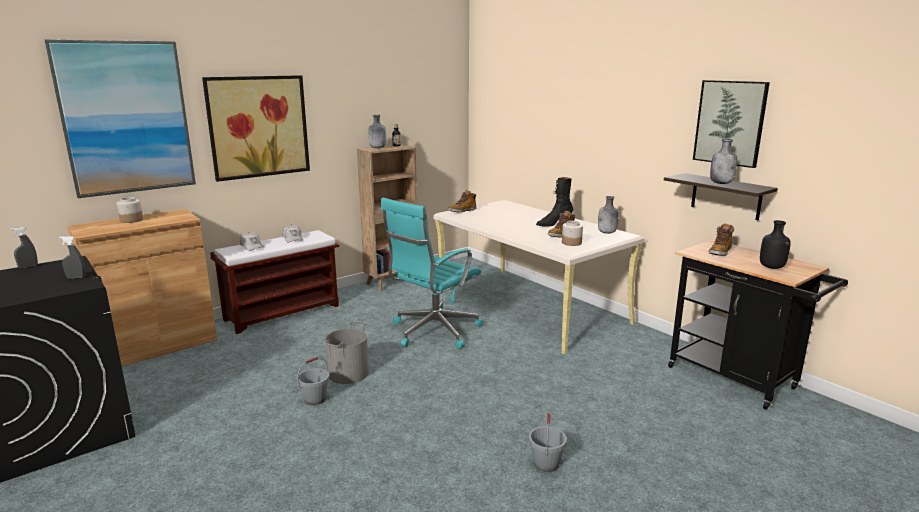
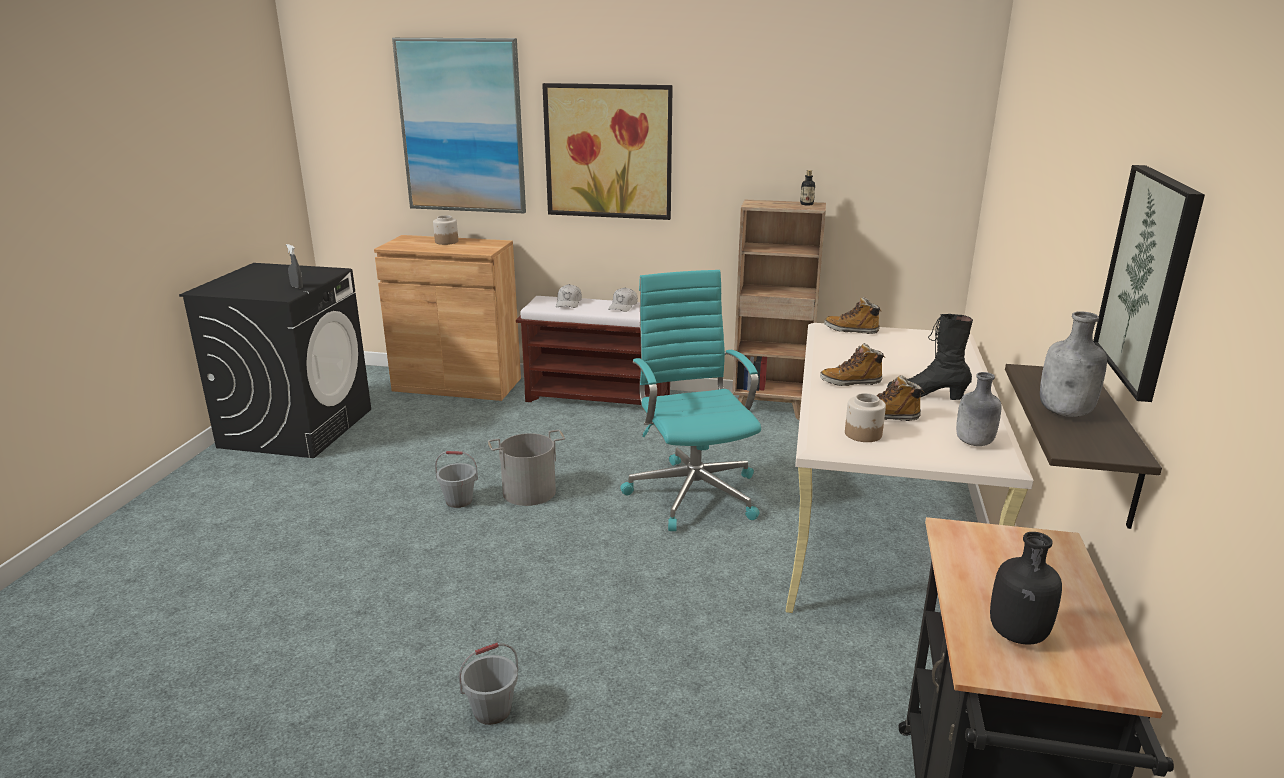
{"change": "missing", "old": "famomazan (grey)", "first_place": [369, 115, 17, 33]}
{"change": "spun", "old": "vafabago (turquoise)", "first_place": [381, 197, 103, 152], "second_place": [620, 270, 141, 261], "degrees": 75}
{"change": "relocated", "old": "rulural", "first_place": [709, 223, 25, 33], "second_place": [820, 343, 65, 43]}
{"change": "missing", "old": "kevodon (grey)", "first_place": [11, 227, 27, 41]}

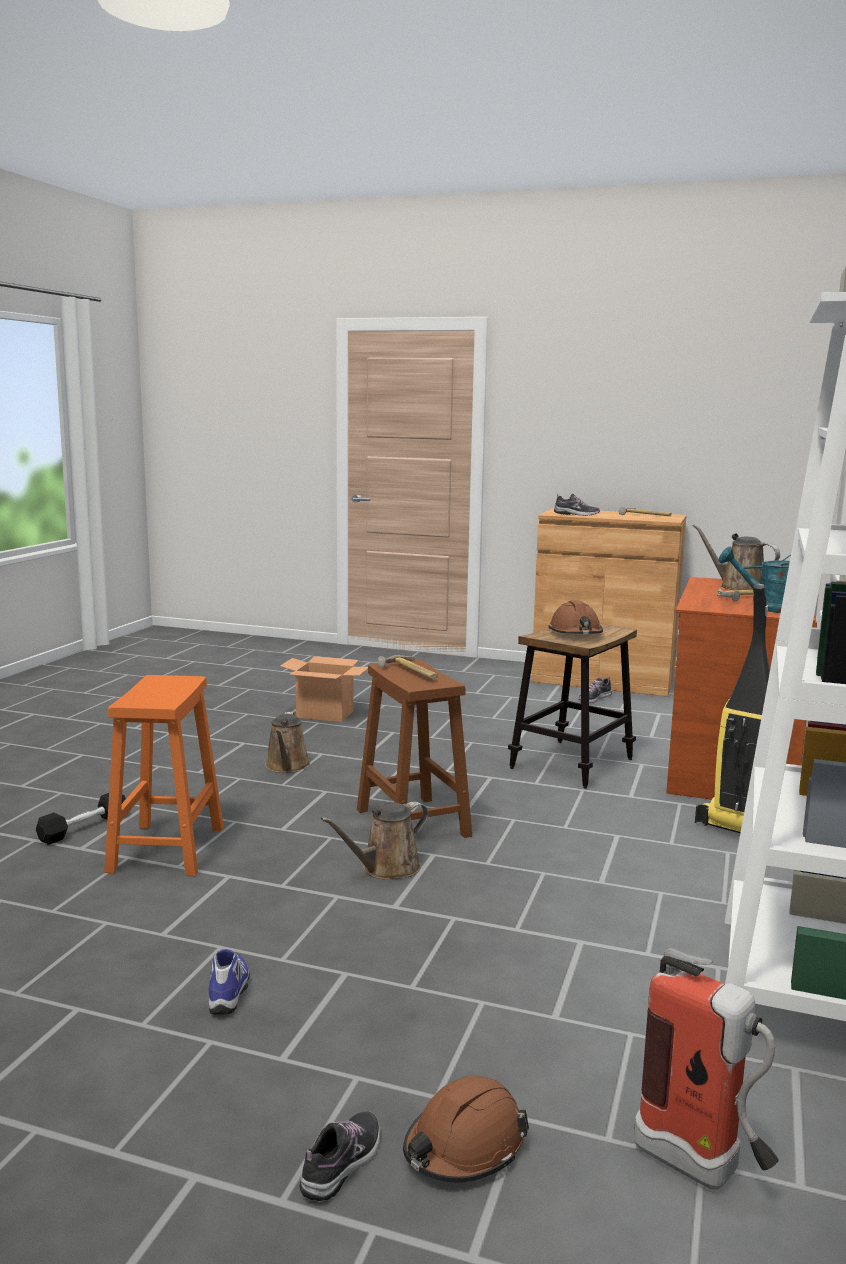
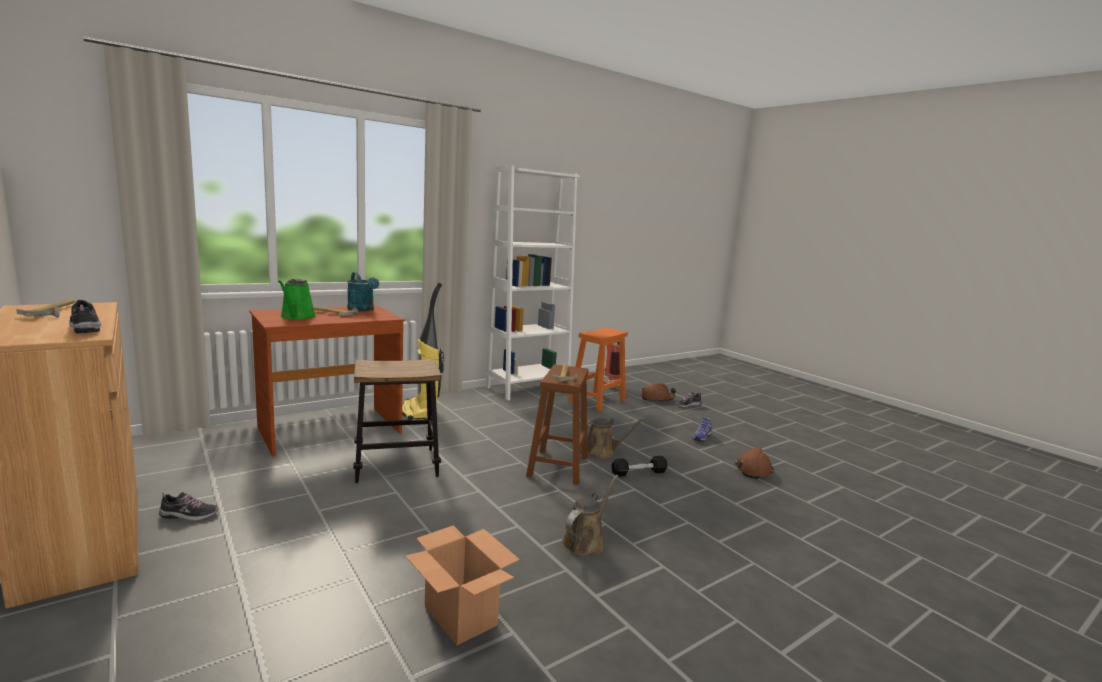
{"change": "colour", "old": "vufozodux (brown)", "new": "vufozodux (green)", "first_place": [693, 524, 87, 66], "second_place": [278, 279, 38, 41]}
{"change": "relocated", "old": "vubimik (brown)", "first_place": [549, 600, 54, 34], "second_place": [735, 447, 38, 32]}
{"change": "relocated", "old": "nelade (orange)", "first_place": [104, 675, 120, 201], "second_place": [569, 327, 59, 85]}
{"change": "relocated", "old": "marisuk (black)", "first_place": [36, 793, 90, 52], "second_place": [611, 456, 56, 21]}

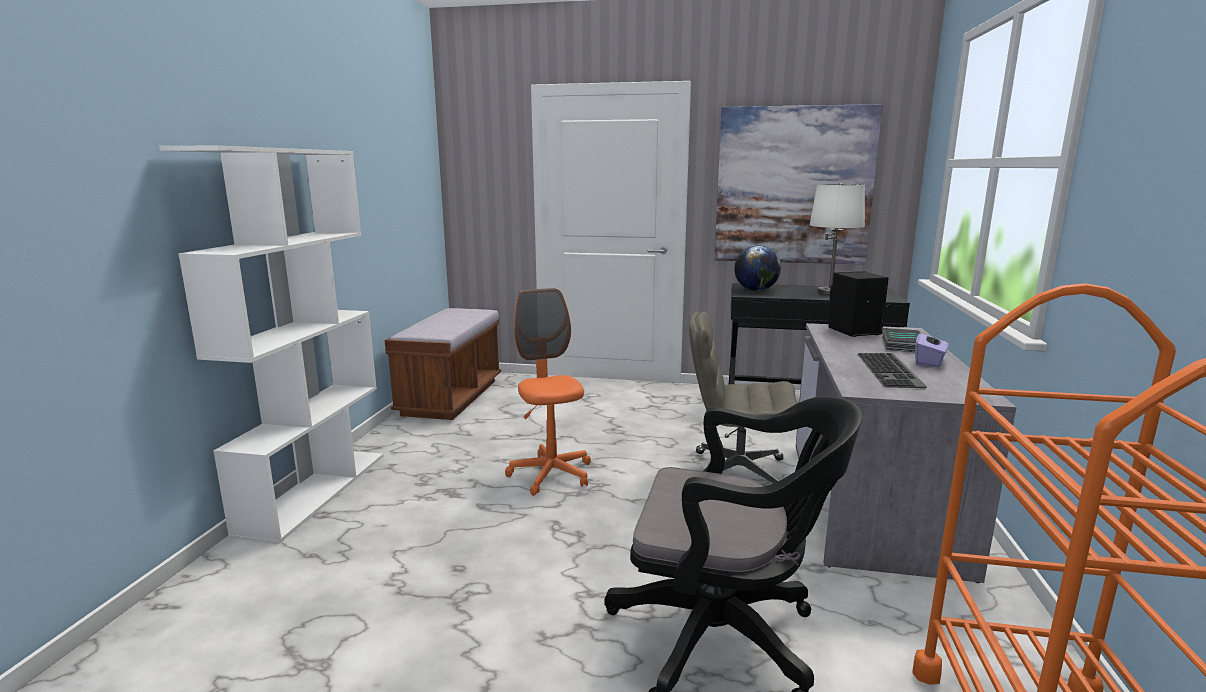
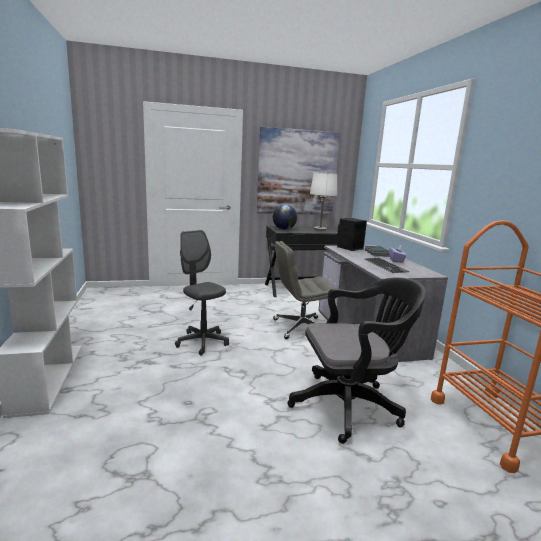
{"change": "colour", "old": "vafabago (orange)", "new": "vafabago (grey)", "first_place": [505, 288, 86, 208], "second_place": [175, 230, 54, 126]}
{"change": "missing", "old": "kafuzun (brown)", "first_place": [385, 308, 116, 112]}

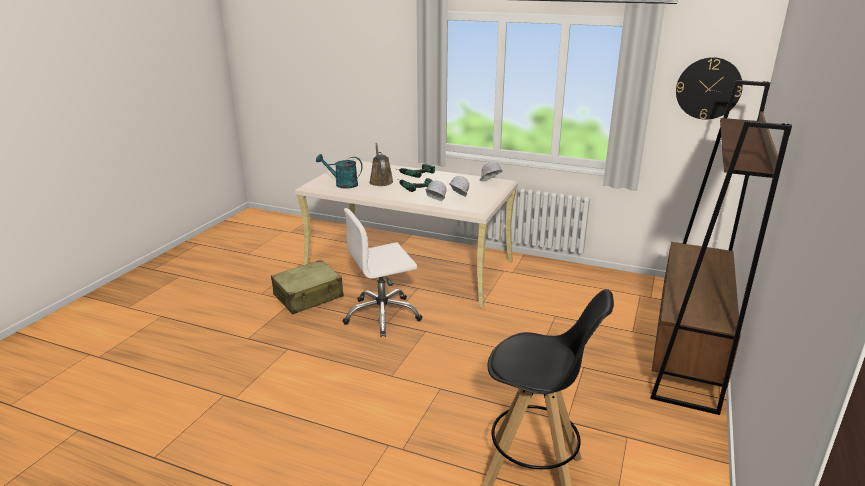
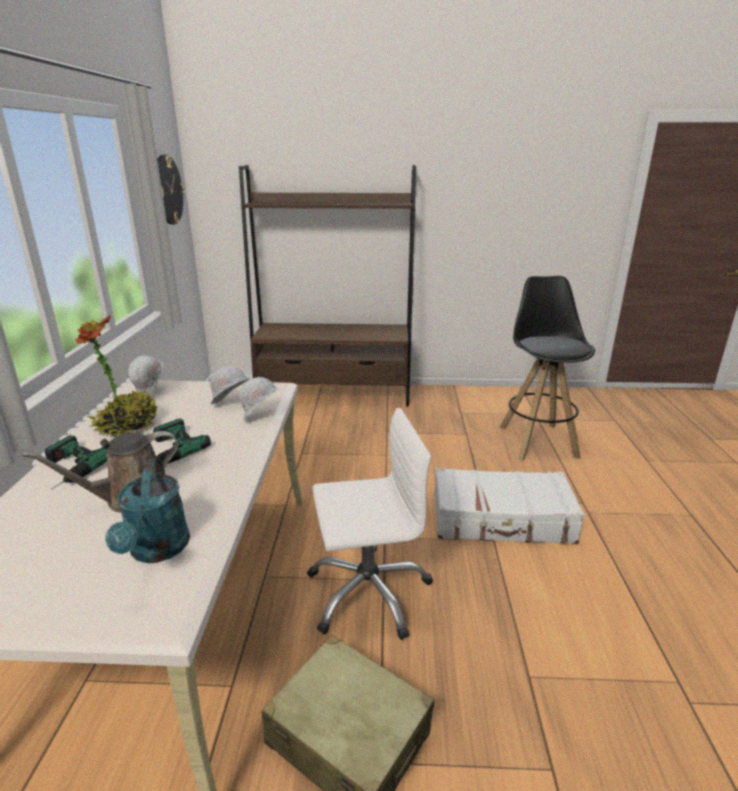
{"change": "spun", "old": "vafabago (white)", "first_place": [342, 208, 80, 129], "second_place": [307, 408, 126, 232], "degrees": -60}
{"change": "appeared", "new": "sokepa", "second_place": [75, 314, 82, 123]}
{"change": "appeared", "new": "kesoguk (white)", "second_place": [434, 468, 151, 76]}

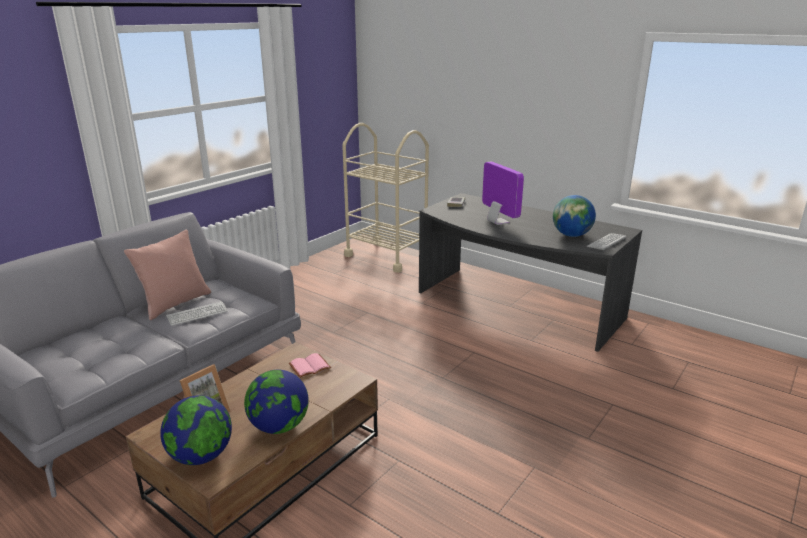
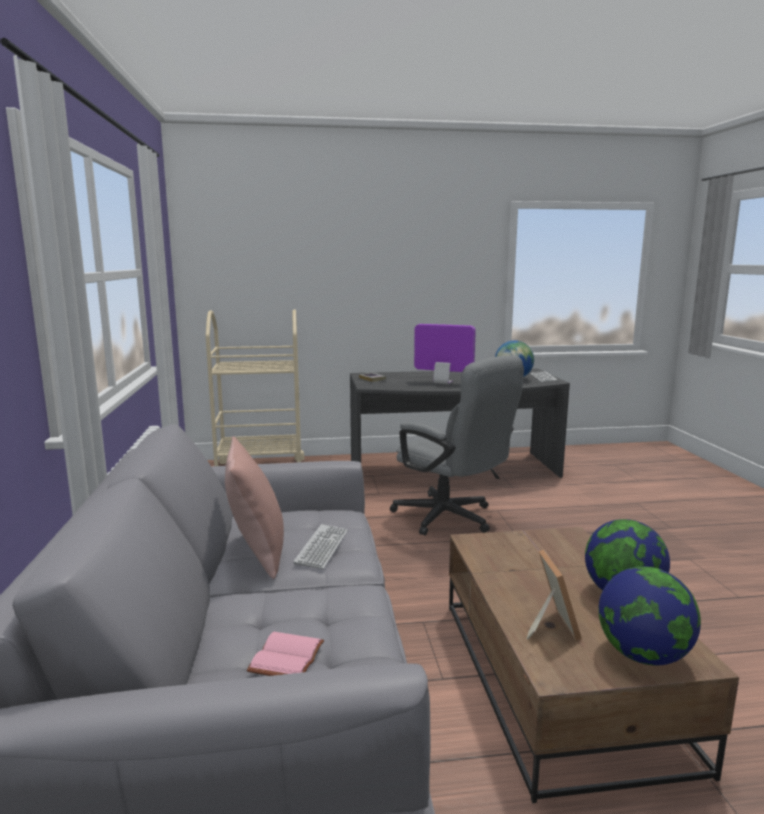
{"change": "relocated", "old": "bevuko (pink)", "first_place": [289, 353, 42, 25], "second_place": [247, 631, 77, 45]}
{"change": "appeared", "new": "vafabago (grey)", "second_place": [390, 355, 134, 181]}

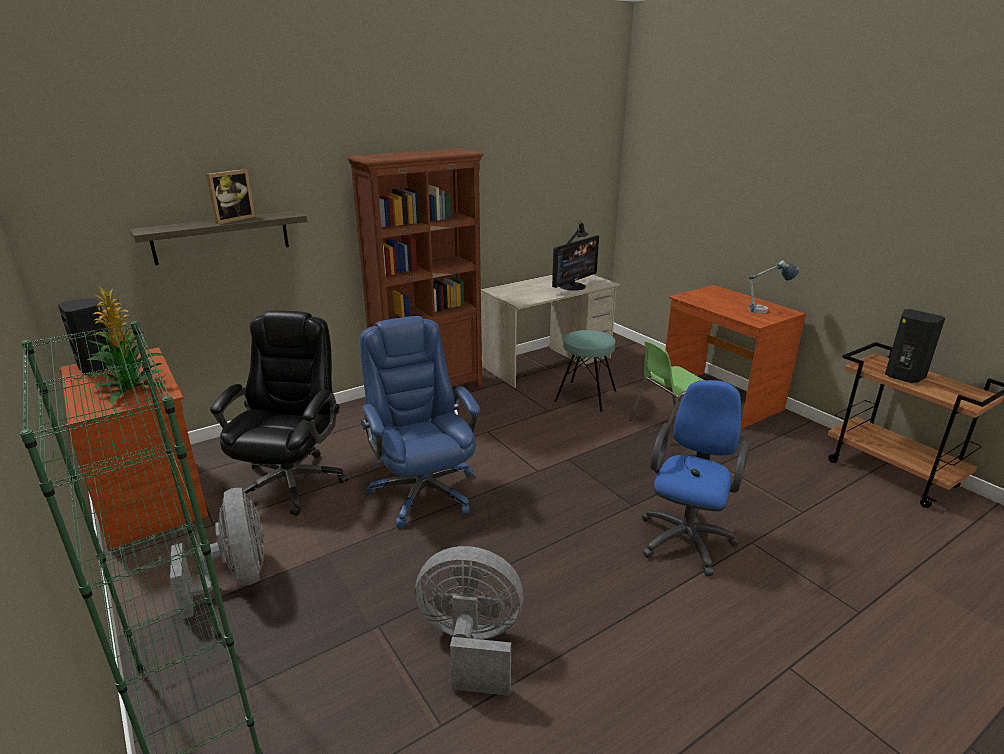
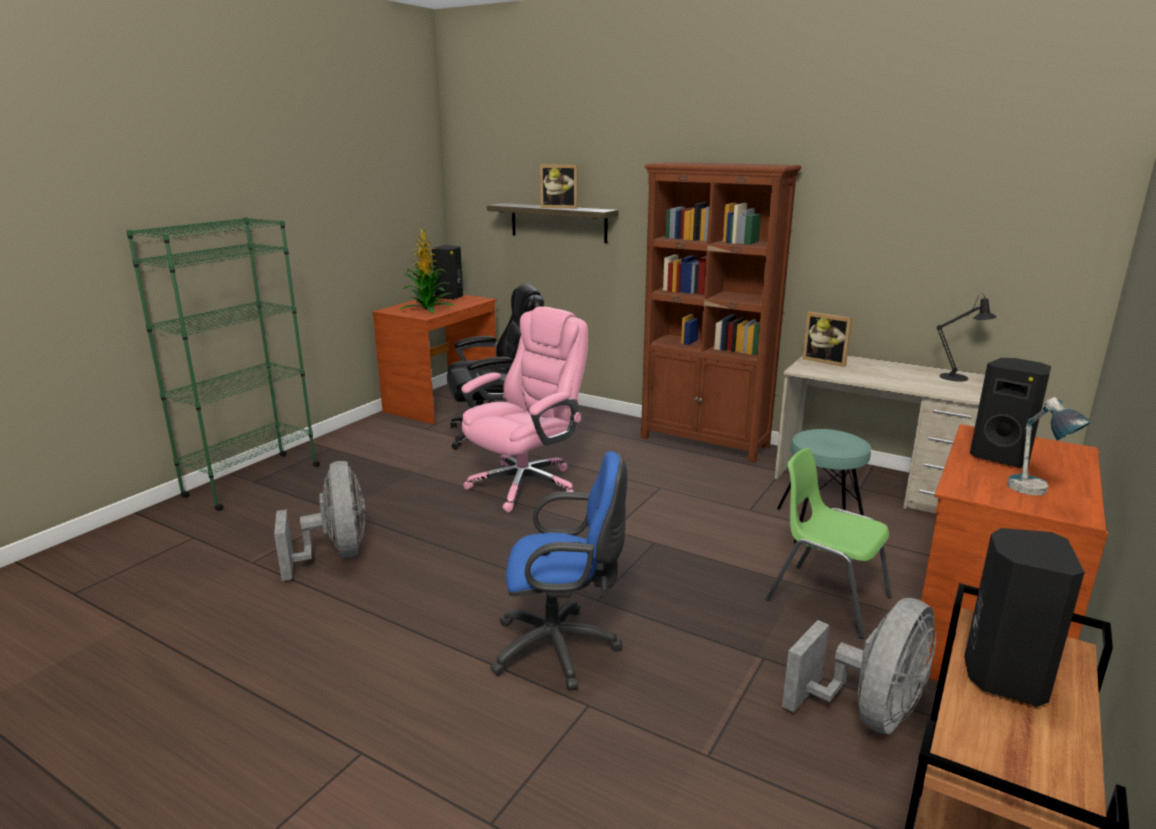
{"change": "missing", "old": "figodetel", "first_place": [552, 236, 47, 55]}
{"change": "colour", "old": "vafabago (blue)", "new": "vafabago (pink)", "first_place": [360, 316, 120, 212], "second_place": [461, 306, 127, 206]}
{"change": "relocated", "old": "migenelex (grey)", "first_place": [170, 488, 94, 131], "second_place": [782, 598, 154, 136]}
{"change": "appeared", "new": "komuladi", "second_place": [802, 312, 50, 55]}
{"change": "appeared", "new": "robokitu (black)", "second_place": [970, 358, 81, 110]}

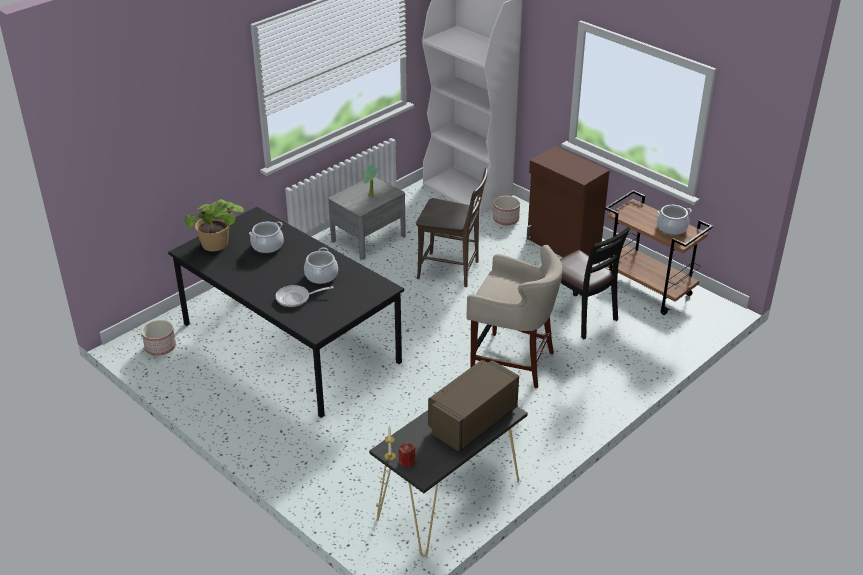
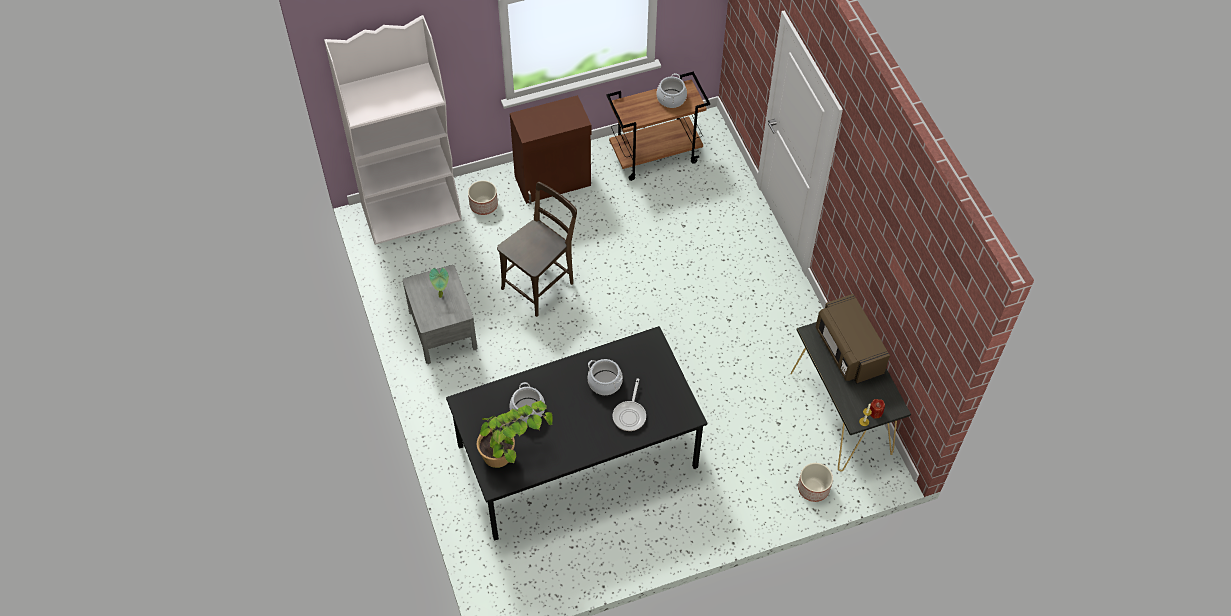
{"change": "missing", "old": "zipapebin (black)", "first_place": [560, 227, 71, 112]}
{"change": "missing", "old": "nelade (beige)", "first_place": [467, 245, 95, 143]}
{"change": "relocated", "old": "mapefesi", "first_place": [141, 320, 35, 36], "second_place": [798, 463, 35, 39]}

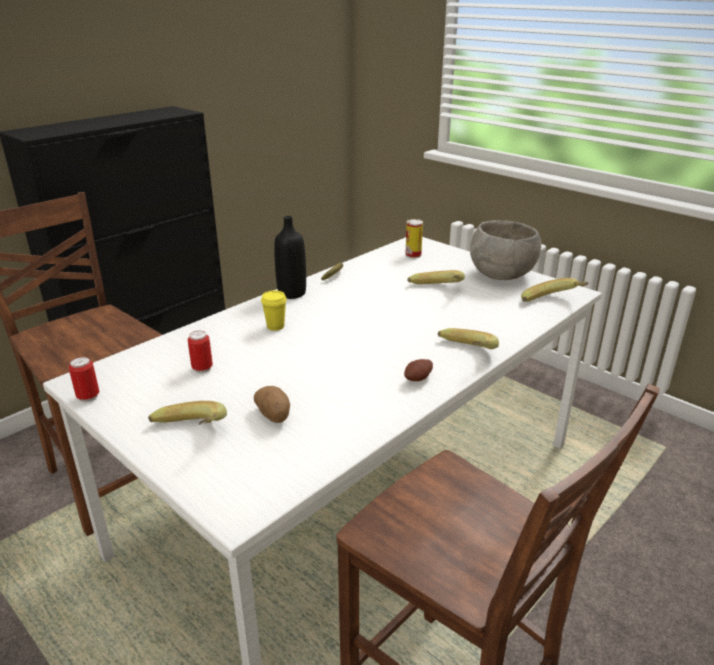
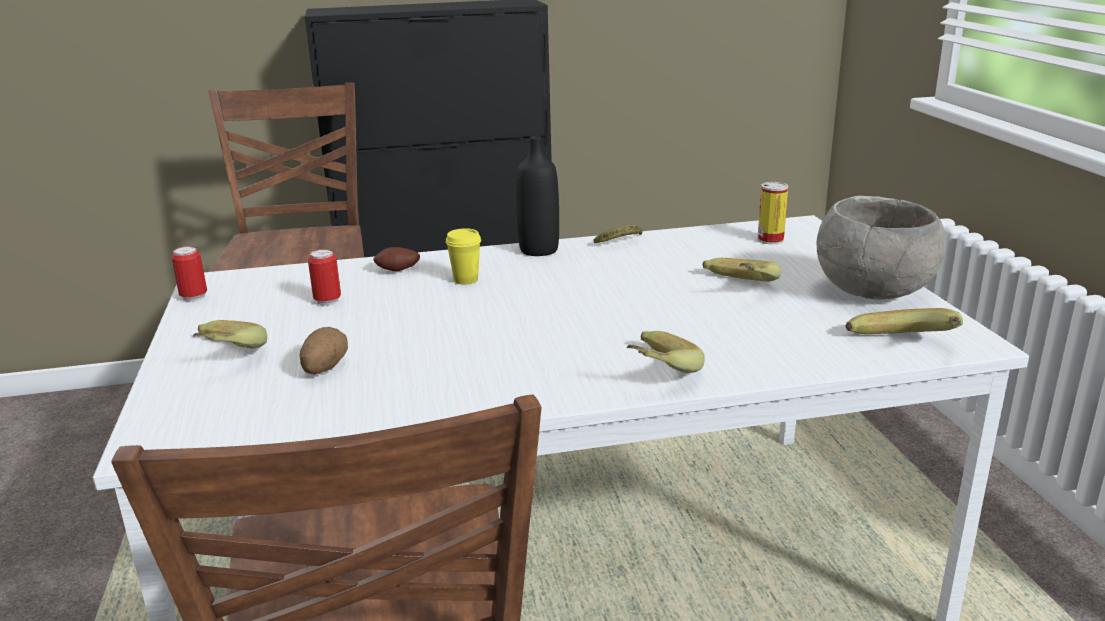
{"change": "relocated", "old": "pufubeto", "first_place": [404, 359, 29, 22], "second_place": [373, 247, 47, 24]}

